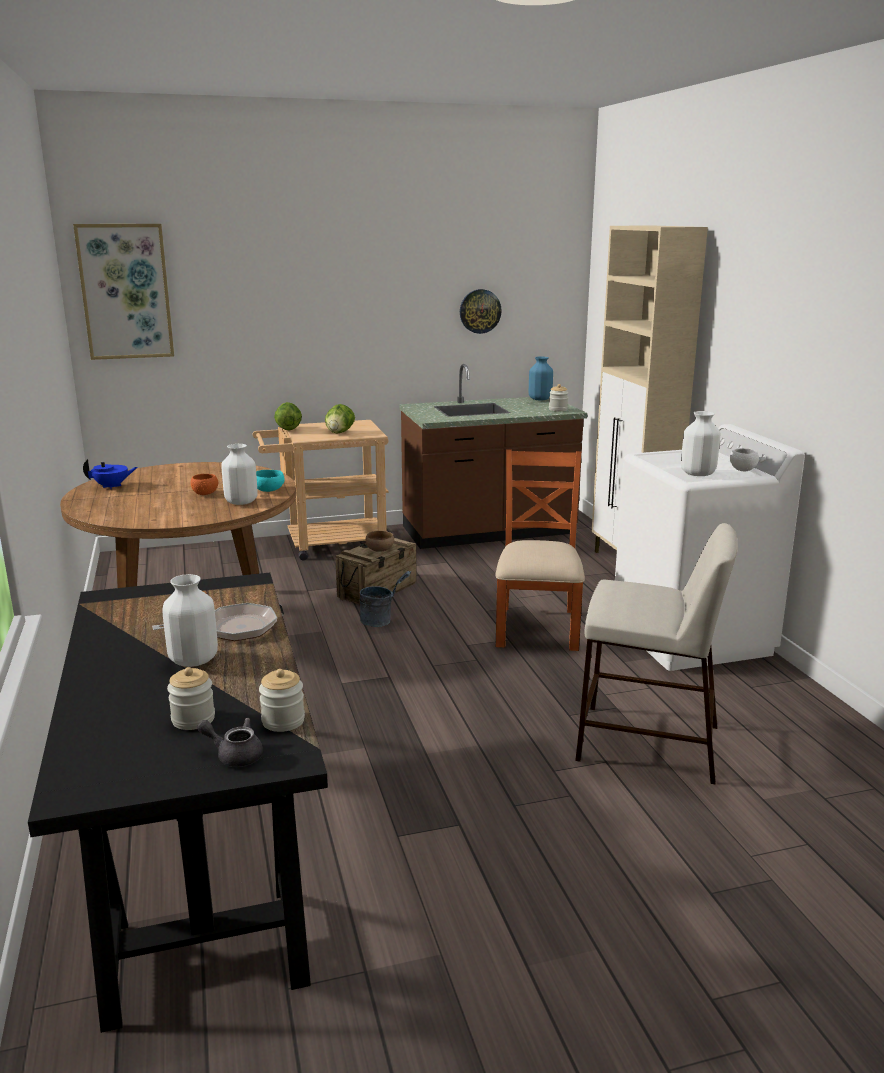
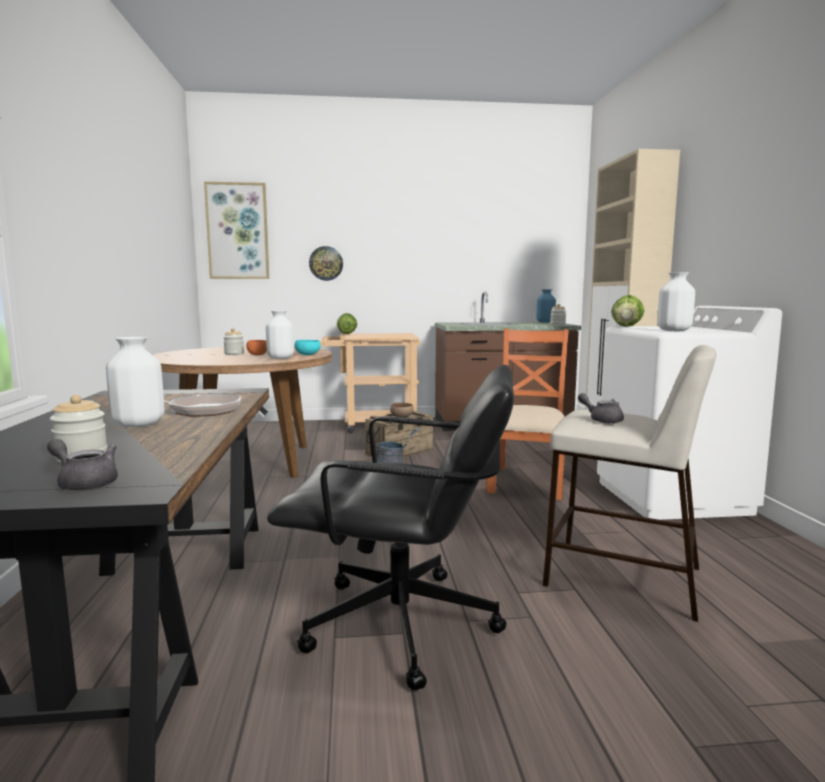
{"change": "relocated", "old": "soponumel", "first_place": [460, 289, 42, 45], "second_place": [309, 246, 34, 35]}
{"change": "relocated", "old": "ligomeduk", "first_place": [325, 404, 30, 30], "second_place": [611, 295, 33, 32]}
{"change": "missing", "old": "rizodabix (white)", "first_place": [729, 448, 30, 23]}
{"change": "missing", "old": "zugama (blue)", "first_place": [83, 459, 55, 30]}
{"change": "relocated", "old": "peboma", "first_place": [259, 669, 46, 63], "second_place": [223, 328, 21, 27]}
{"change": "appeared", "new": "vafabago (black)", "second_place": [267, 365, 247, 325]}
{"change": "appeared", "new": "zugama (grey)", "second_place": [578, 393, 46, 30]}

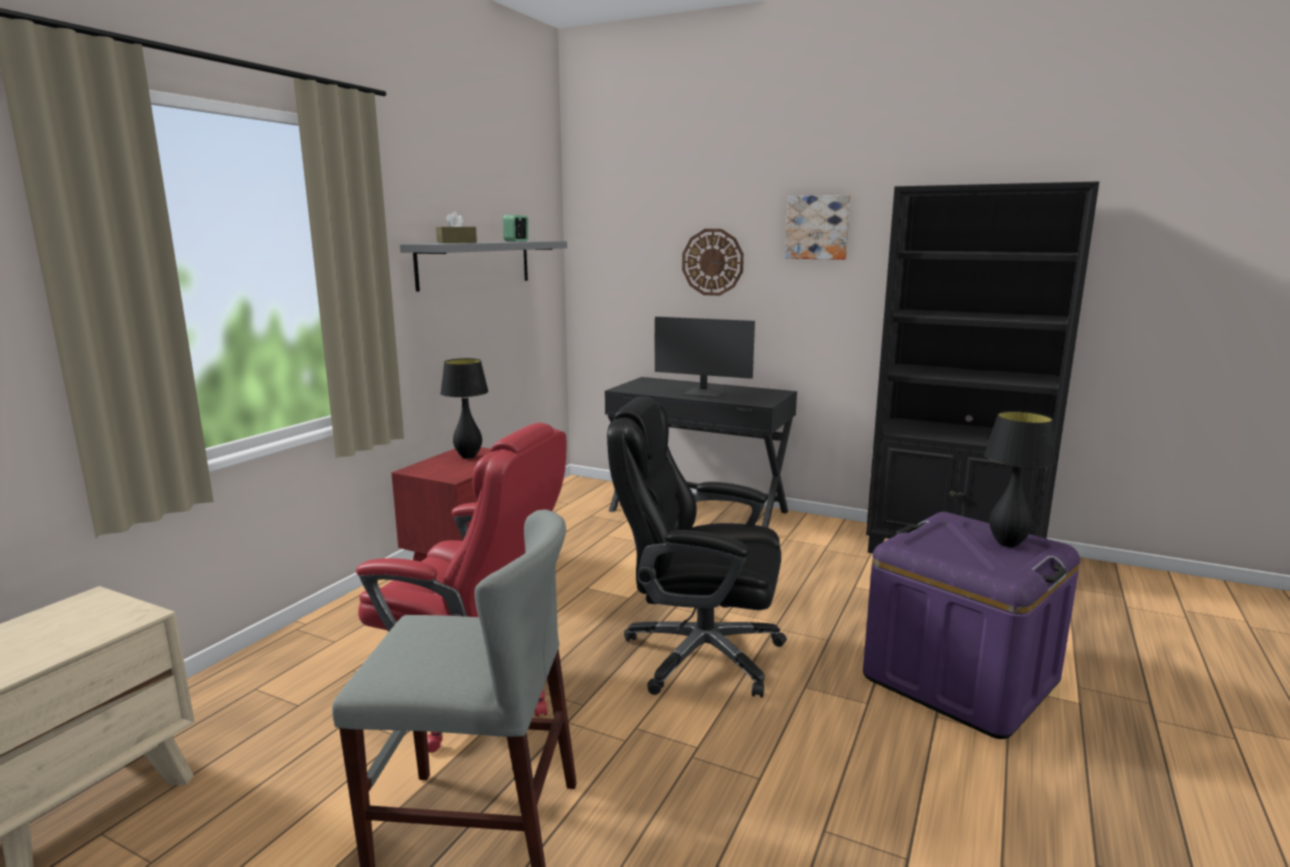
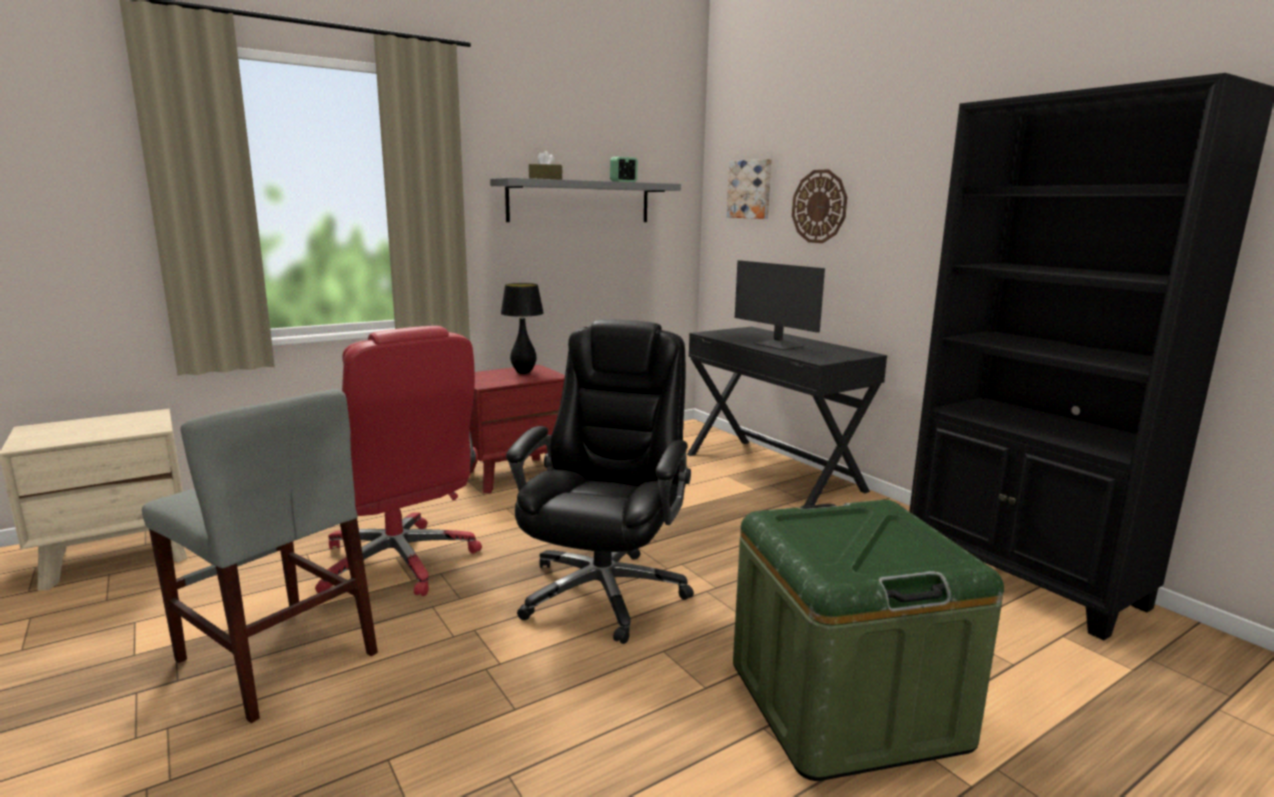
{"change": "relocated", "old": "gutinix", "first_place": [785, 195, 66, 65], "second_place": [726, 159, 46, 60]}
{"change": "spun", "old": "vafabago (black)", "first_place": [607, 396, 180, 302], "second_place": [506, 319, 188, 325], "degrees": 60}
{"change": "missing", "old": "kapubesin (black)", "first_place": [984, 411, 72, 136]}
{"change": "colour", "old": "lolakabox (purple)", "new": "lolakabox (green)", "first_place": [863, 512, 217, 227], "second_place": [733, 500, 271, 281]}

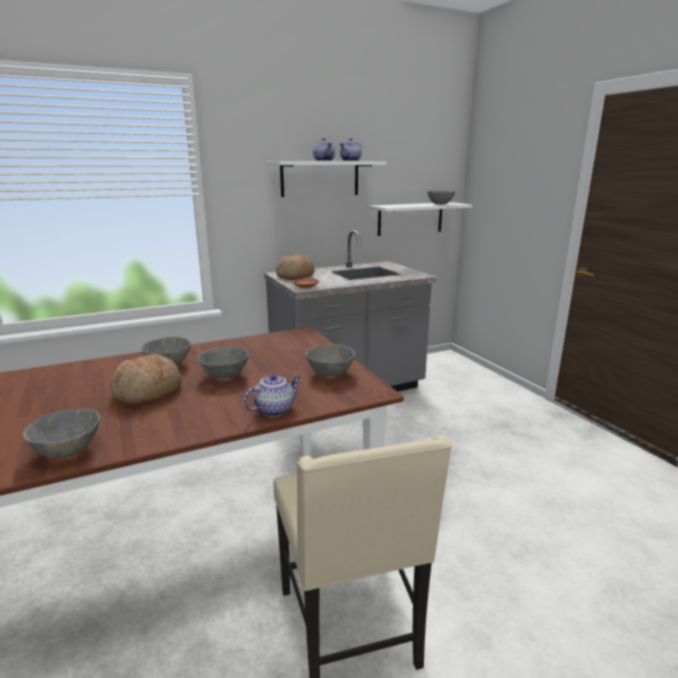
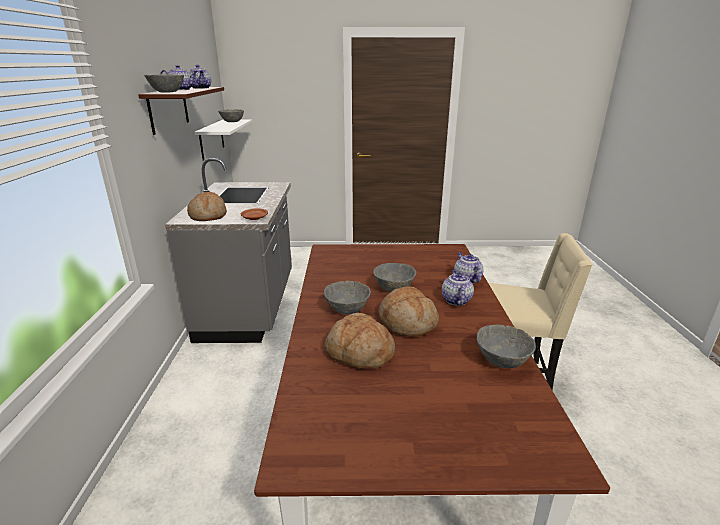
{"change": "colour", "old": "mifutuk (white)", "new": "mifutuk (brown)", "first_place": [268, 161, 119, 36], "second_place": [138, 87, 86, 48]}
{"change": "relocated", "old": "rizodabix (grey)", "first_place": [305, 344, 50, 33], "second_place": [144, 74, 40, 19]}
{"change": "appeared", "new": "zugama", "second_place": [442, 270, 32, 36]}
{"change": "appeared", "new": "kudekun", "second_place": [325, 313, 70, 56]}

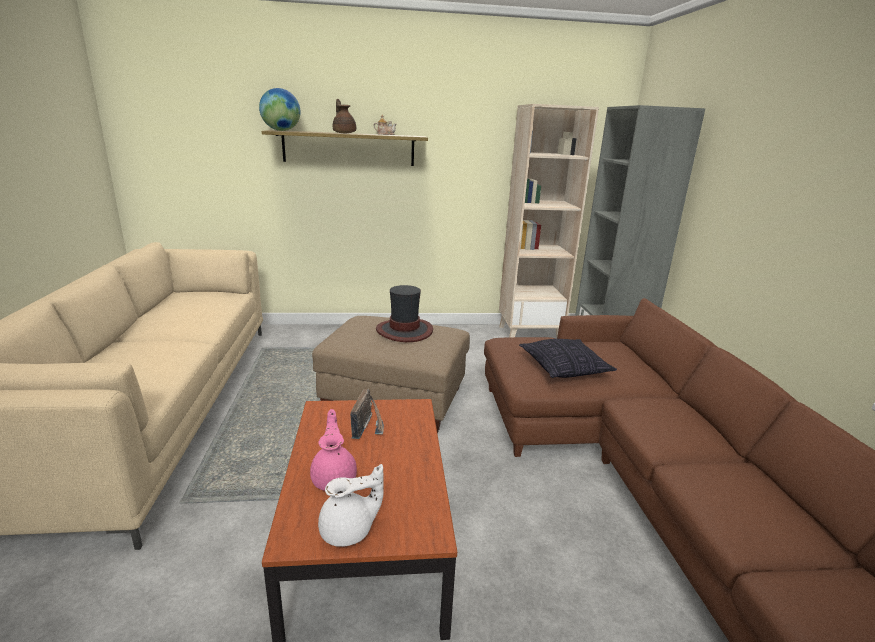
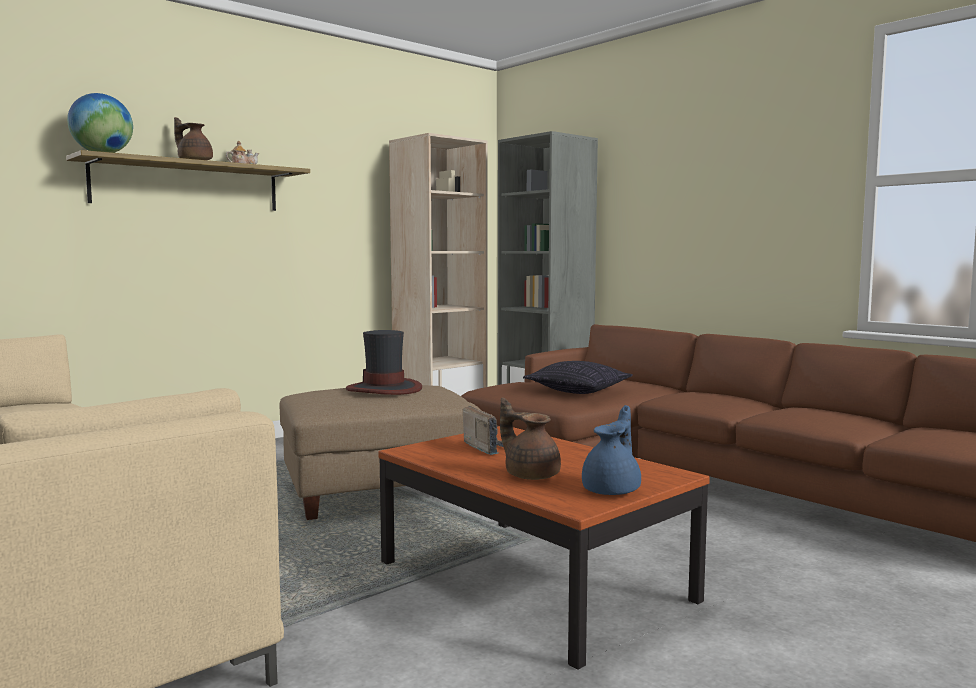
{"change": "colour", "old": "zugama (pink)", "new": "zugama (brown)", "first_place": [310, 409, 47, 82], "second_place": [500, 398, 61, 82]}
{"change": "colour", "old": "zugama (white)", "new": "zugama (blue)", "first_place": [318, 464, 66, 83], "second_place": [582, 405, 59, 90]}

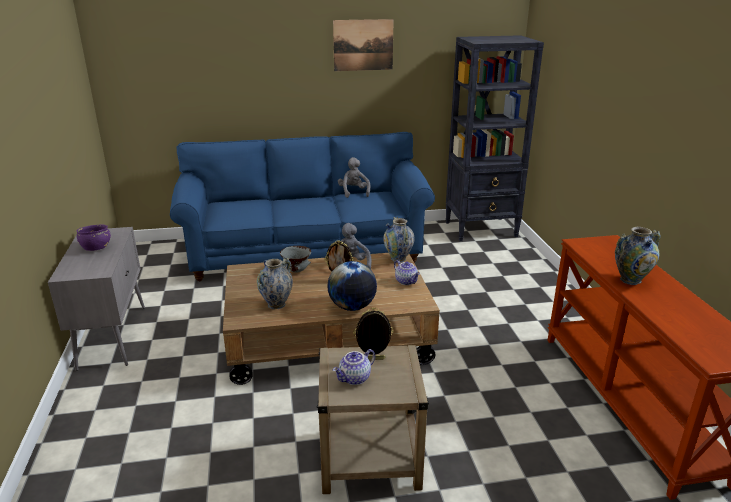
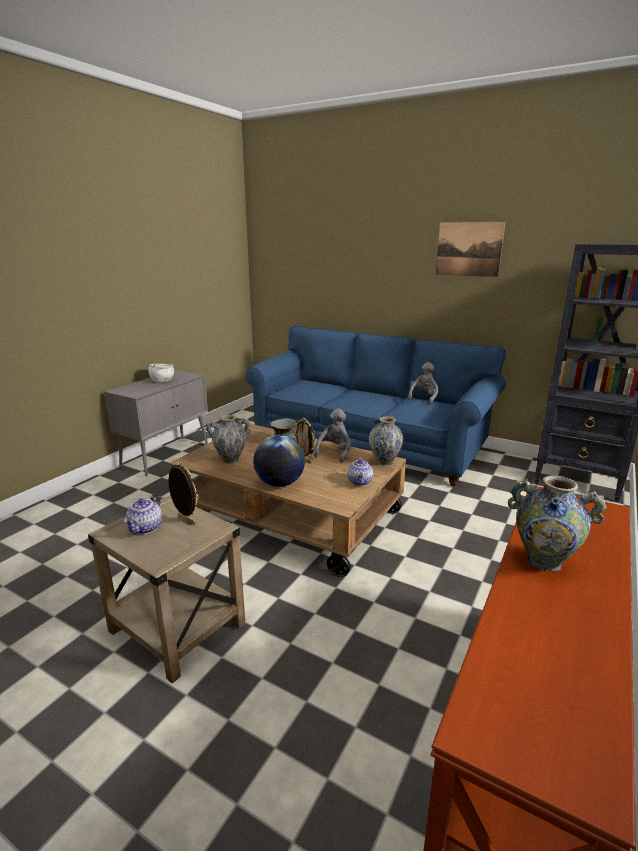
{"change": "colour", "old": "rizodabix (purple)", "new": "rizodabix (white)", "first_place": [77, 224, 34, 27], "second_place": [149, 364, 25, 18]}
{"change": "spun", "old": "zugama", "first_place": [333, 349, 42, 36], "second_place": [124, 494, 38, 40], "degrees": -75}

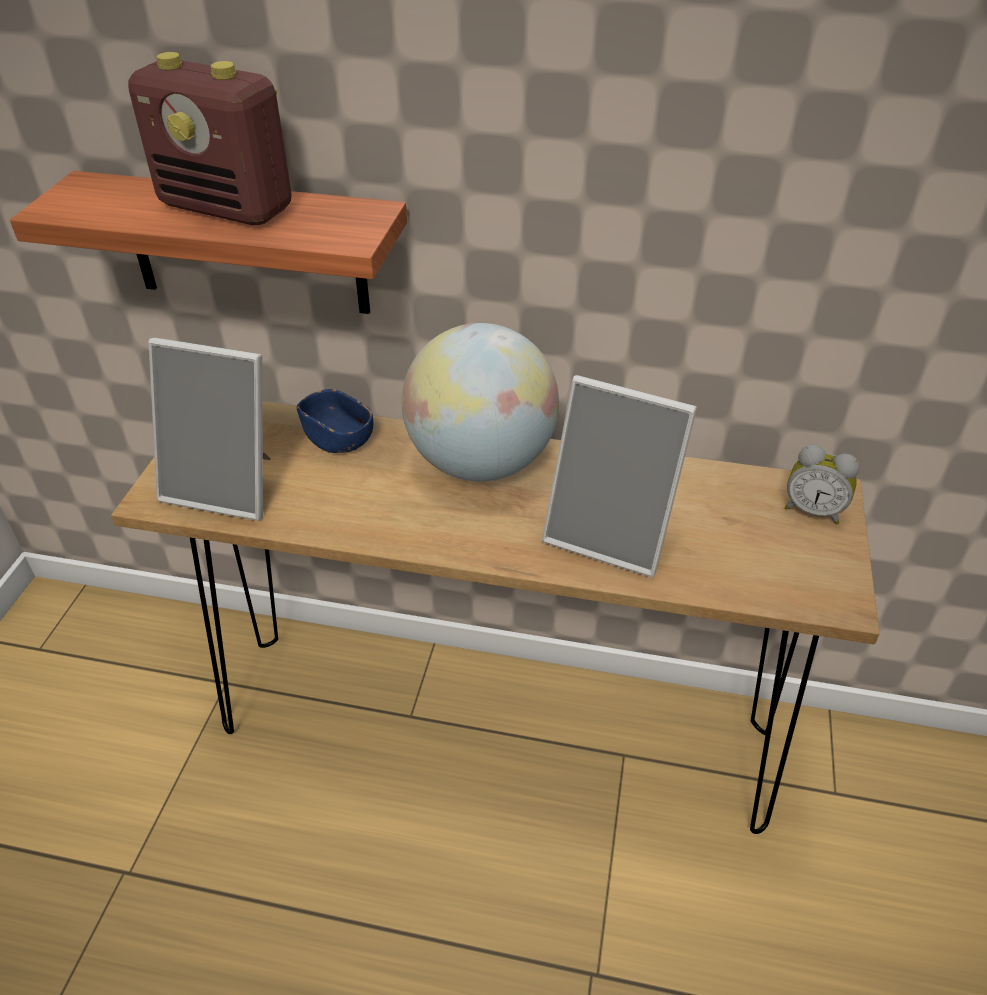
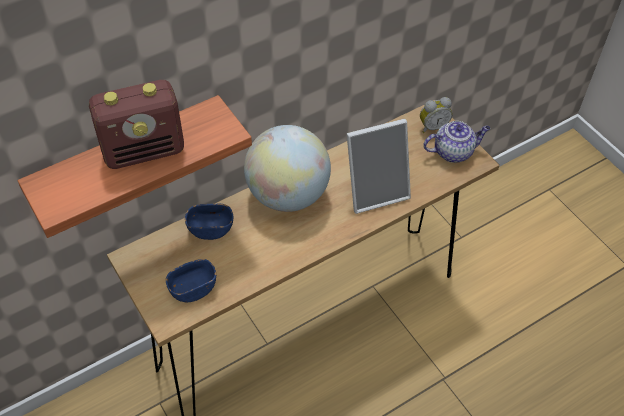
{"change": "exchanged", "old": "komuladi", "new": "rizodabix (blue)", "first_place": [148, 338, 123, 183], "second_place": [166, 259, 50, 43]}
{"change": "appeared", "new": "zugama", "second_place": [423, 121, 67, 42]}

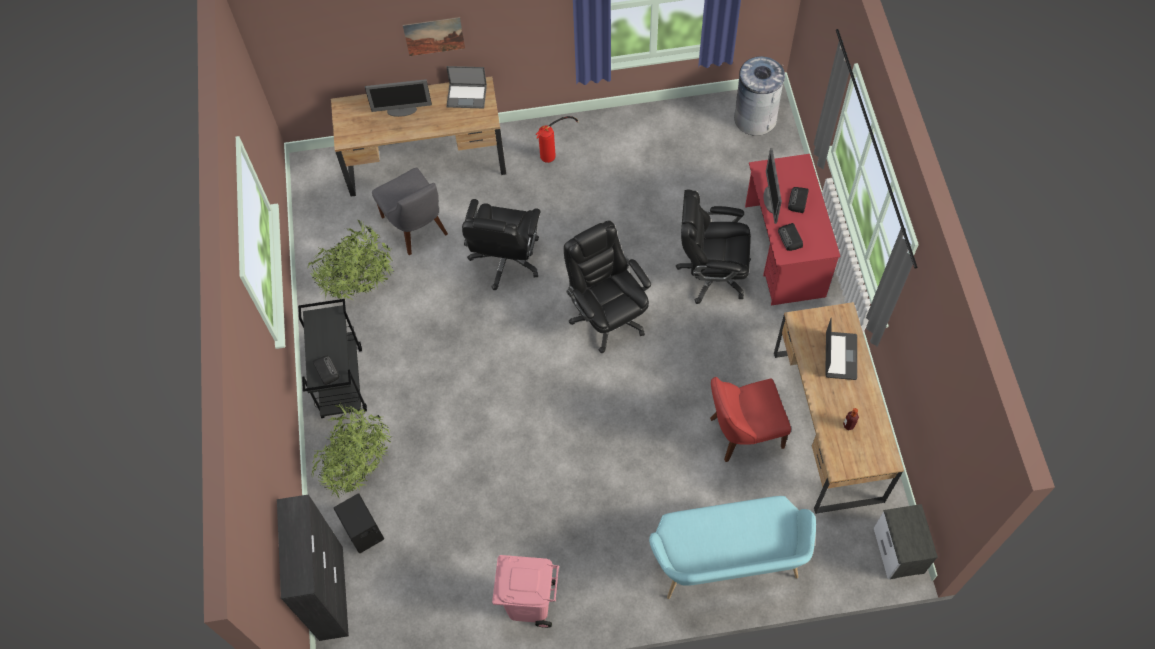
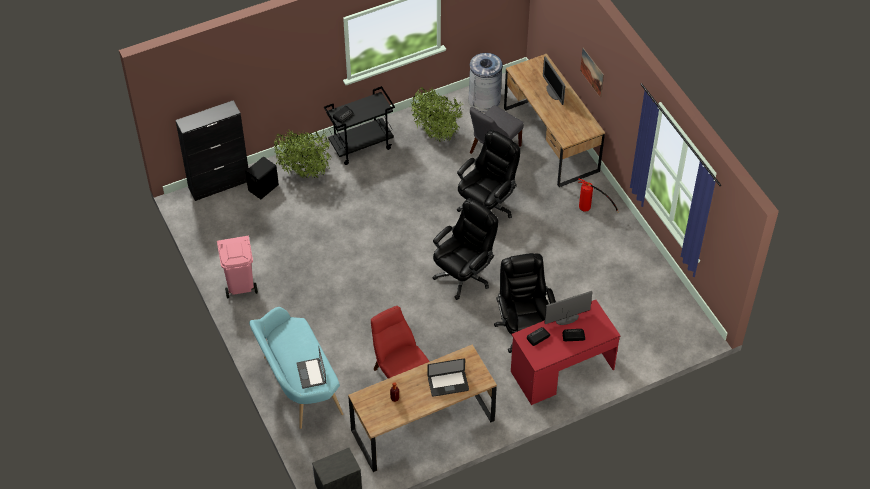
{"change": "relocated", "old": "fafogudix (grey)", "first_place": [734, 56, 51, 80], "second_place": [468, 53, 35, 59]}
{"change": "relocated", "old": "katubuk", "first_place": [446, 66, 41, 43], "second_place": [296, 346, 30, 43]}
{"change": "spun", "old": "vafabago (black)", "first_place": [462, 199, 79, 91], "second_place": [457, 130, 63, 88], "degrees": 135}

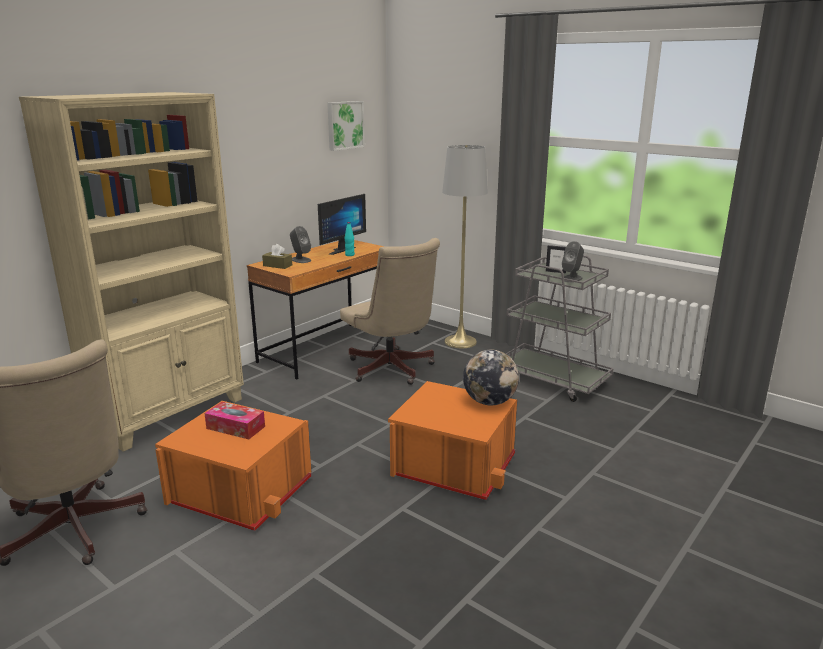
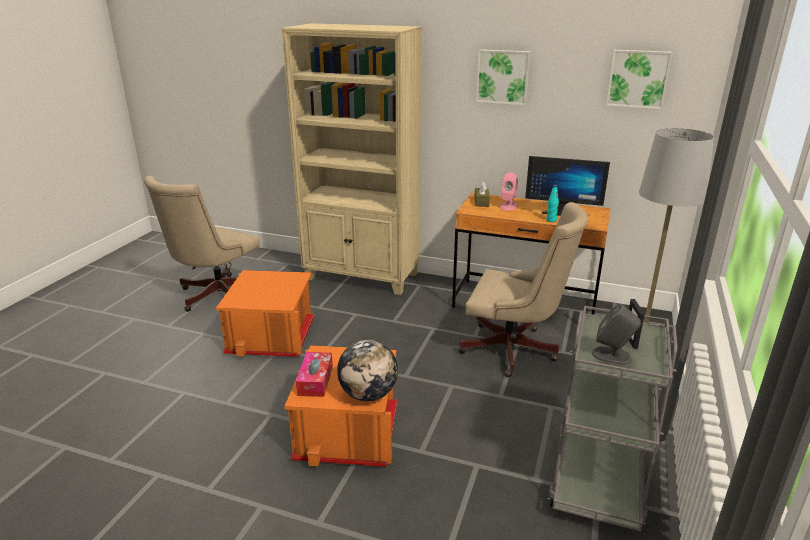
{"change": "colour", "old": "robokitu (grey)", "new": "robokitu (pink)", "first_place": [290, 226, 21, 37], "second_place": [500, 172, 18, 38]}
{"change": "spun", "old": "vafabago (beige)", "first_place": [340, 238, 100, 147], "second_place": [459, 202, 129, 175], "degrees": -105}
{"change": "relocated", "old": "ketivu", "first_place": [204, 402, 61, 37], "second_place": [296, 352, 37, 45]}
{"change": "appeared", "new": "gutinix", "second_place": [476, 49, 55, 56]}

